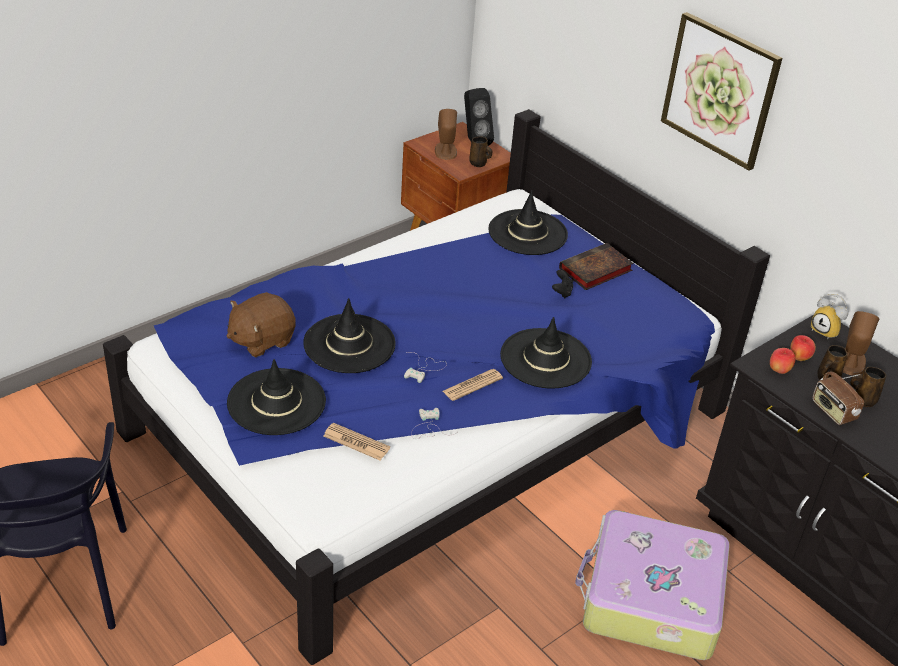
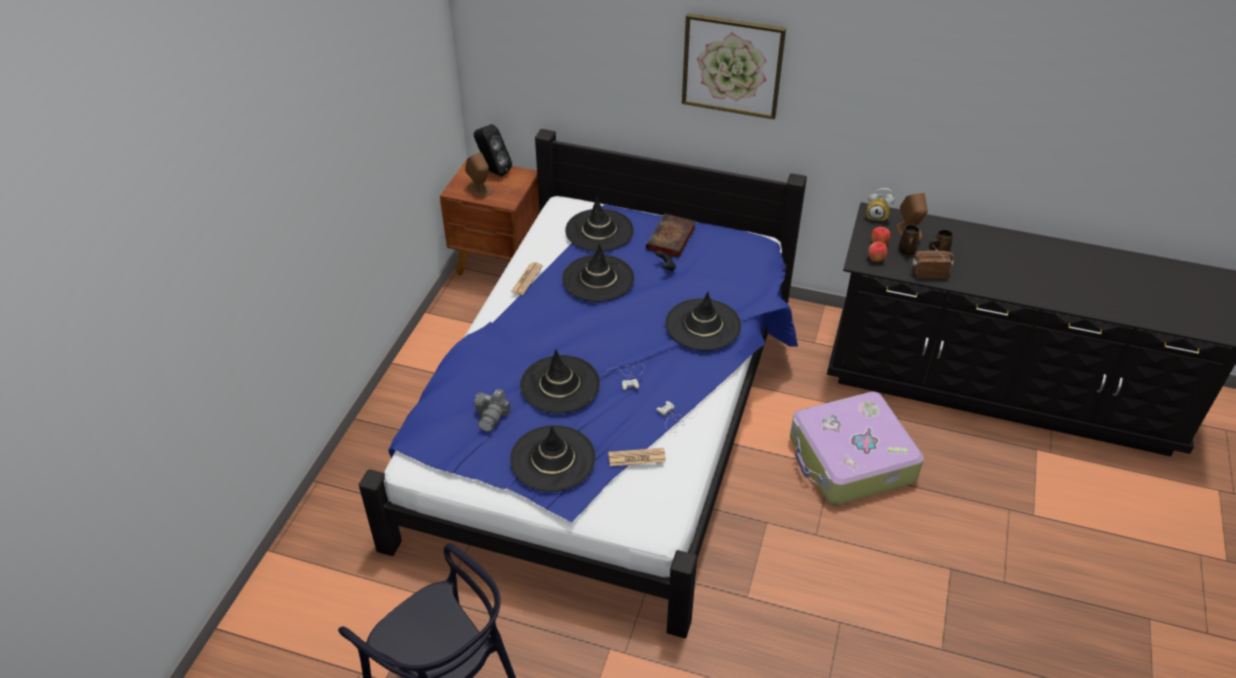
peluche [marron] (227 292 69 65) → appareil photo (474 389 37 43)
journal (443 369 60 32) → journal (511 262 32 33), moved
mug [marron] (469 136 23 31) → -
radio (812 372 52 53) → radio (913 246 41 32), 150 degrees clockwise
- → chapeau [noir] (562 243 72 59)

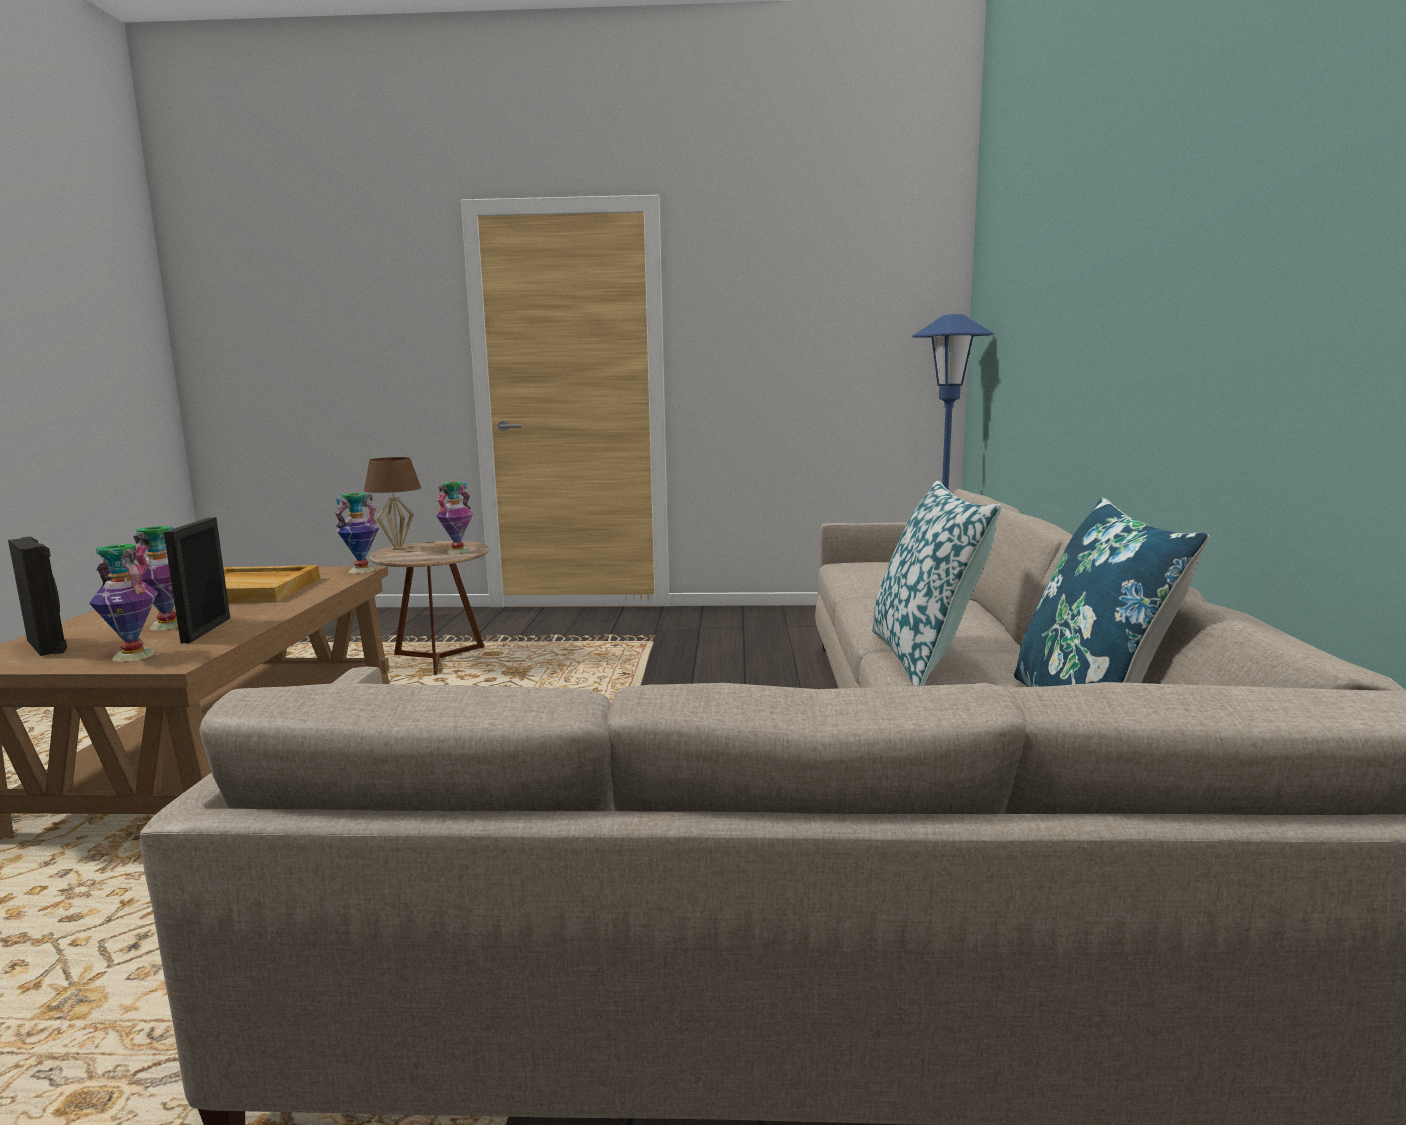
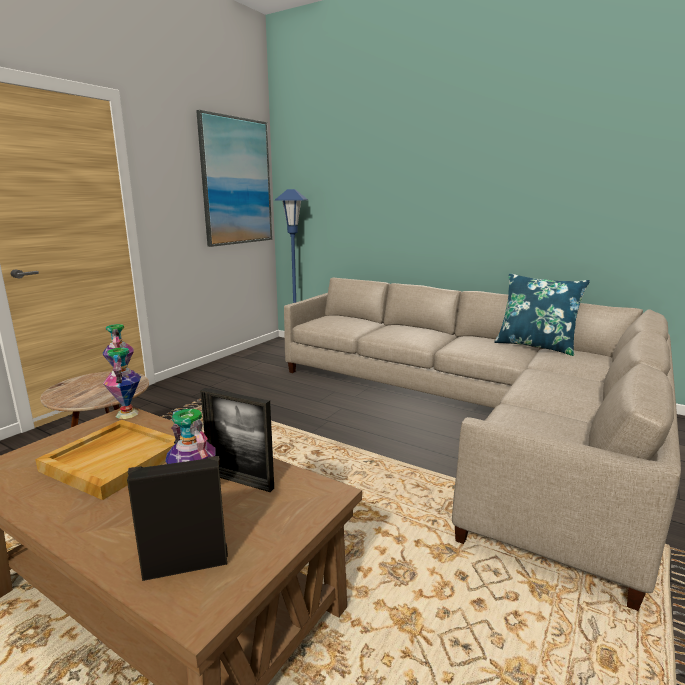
vase (89 544 68 118) → -
lampe de table [marron] (364 457 57 93) → -
coussin (872 481 129 205) → -
- → tableau (196 110 76 137)

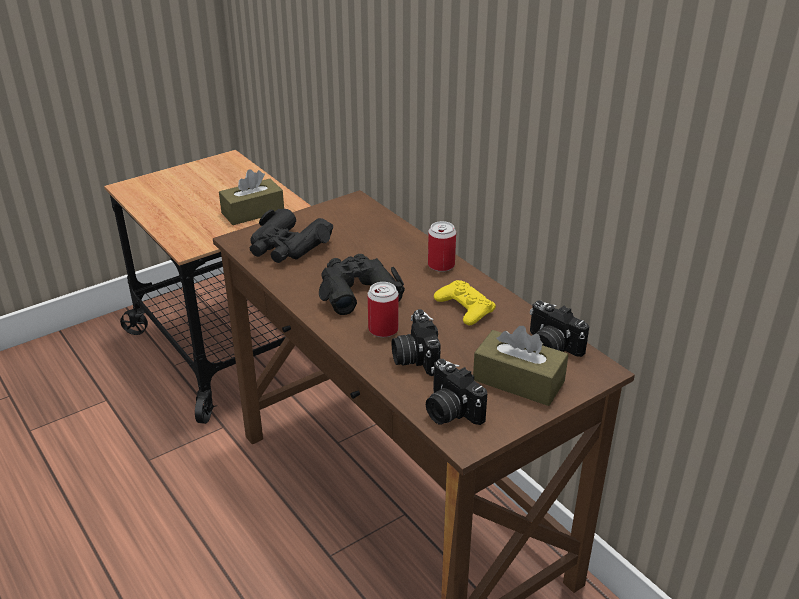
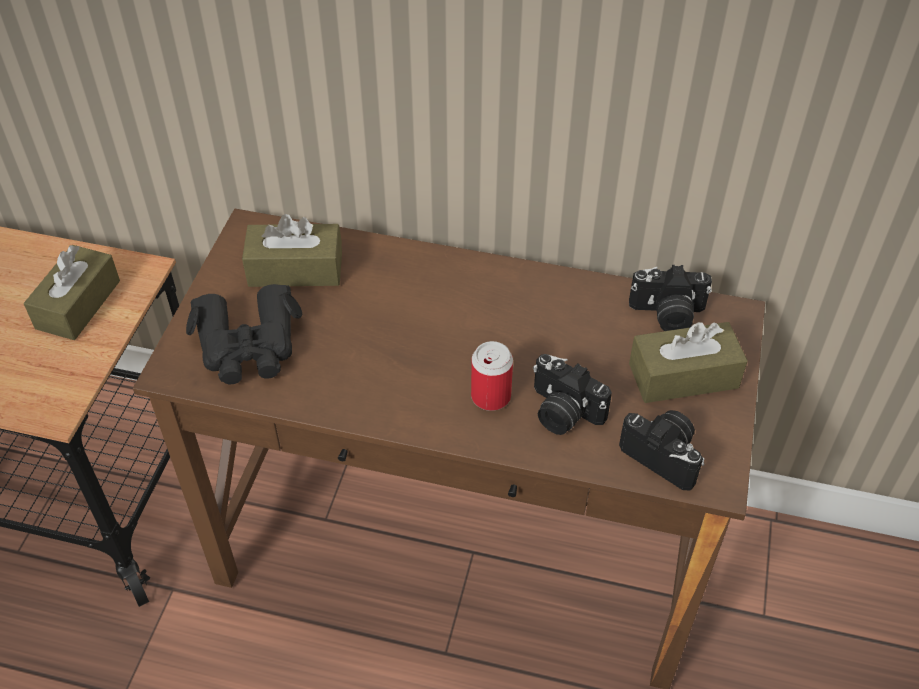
jumelles [noir] (319 254 86 61) → -
appareil photo (426 359 61 66) → appareil photo (619 410 86 81), 150 degrees counterclockwise
boîte métallique (428 221 28 51) → -
manette [jaune] (434 280 62 45) → -
- → boîte à mouchoirs [marron] (242 214 100 73)

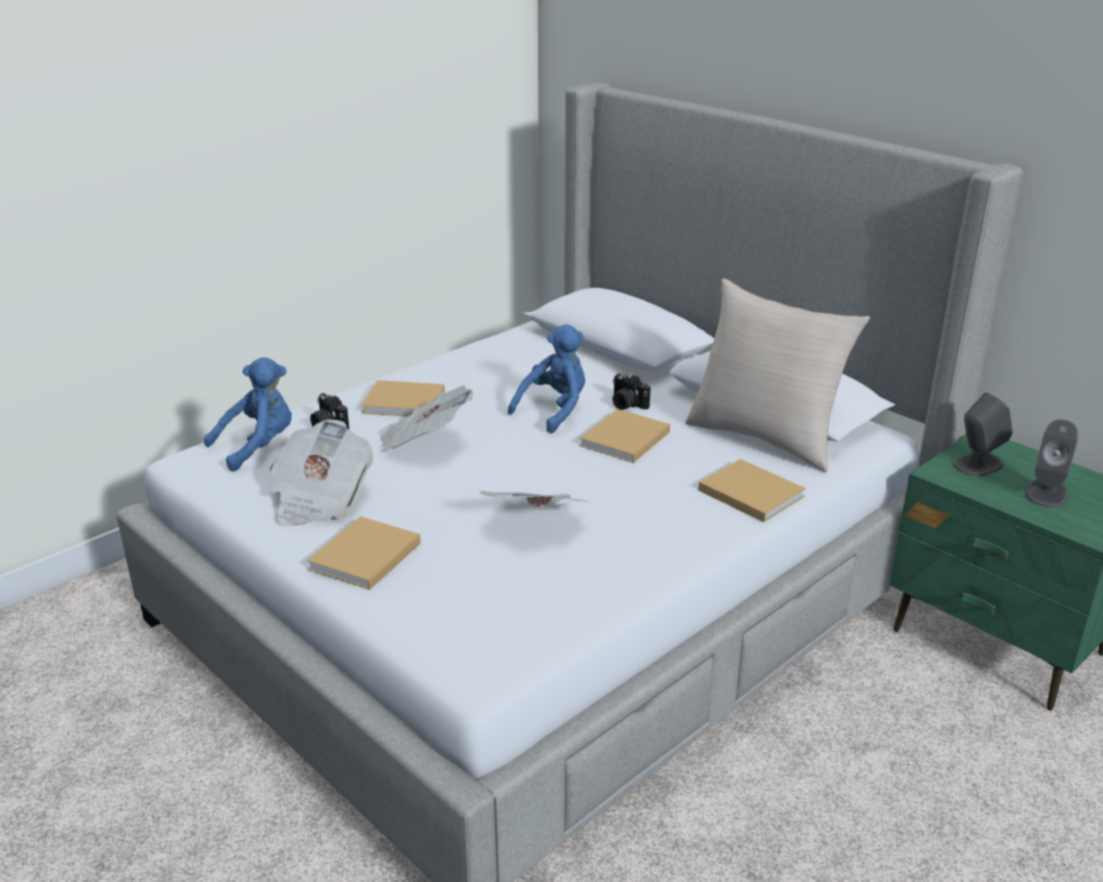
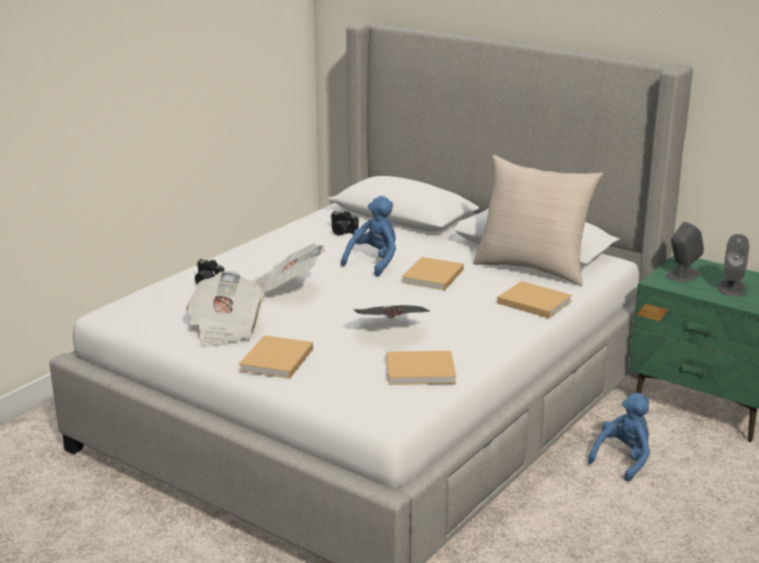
peluche [bleu] (204 357 88 115) → peluche [bleu] (588 393 62 89), moved
livre [beige] (361 380 84 37) → livre [beige] (387 351 69 34), moved
appareil photo (612 373 39 37) → appareil photo (330 211 29 25), moved

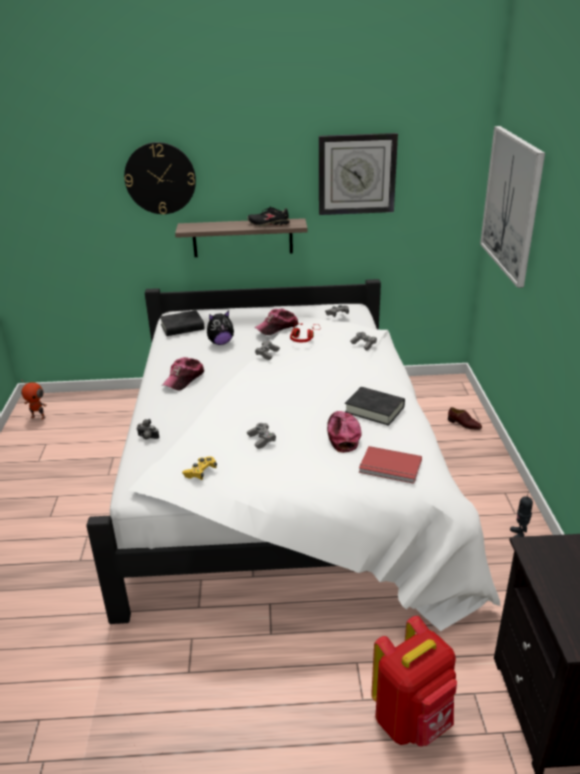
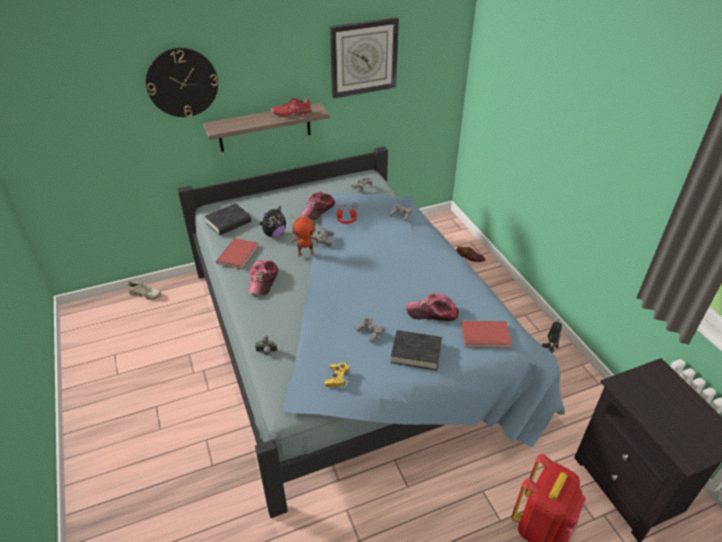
robot jouet (21 380 26 40) → robot jouet (291 216 27 40), moved
lit [blanc] (86 279 414 352) → lit [bleu] (177 146 388 372)
chaussure [noir] (247 207 43 19) → chaussure [rouge] (271 98 41 20)
casquette (327 411 35 42) → casquette (406 294 53 27), 60 degrees counterclockwise
livre [noir] (345 387 60 39) → livre [noir] (391 330 51 41), moved
tableau (480 126 65 162) → -
- → chaussure [beige] (127 278 34 21)
- → livre [rouge] (216 238 43 31)

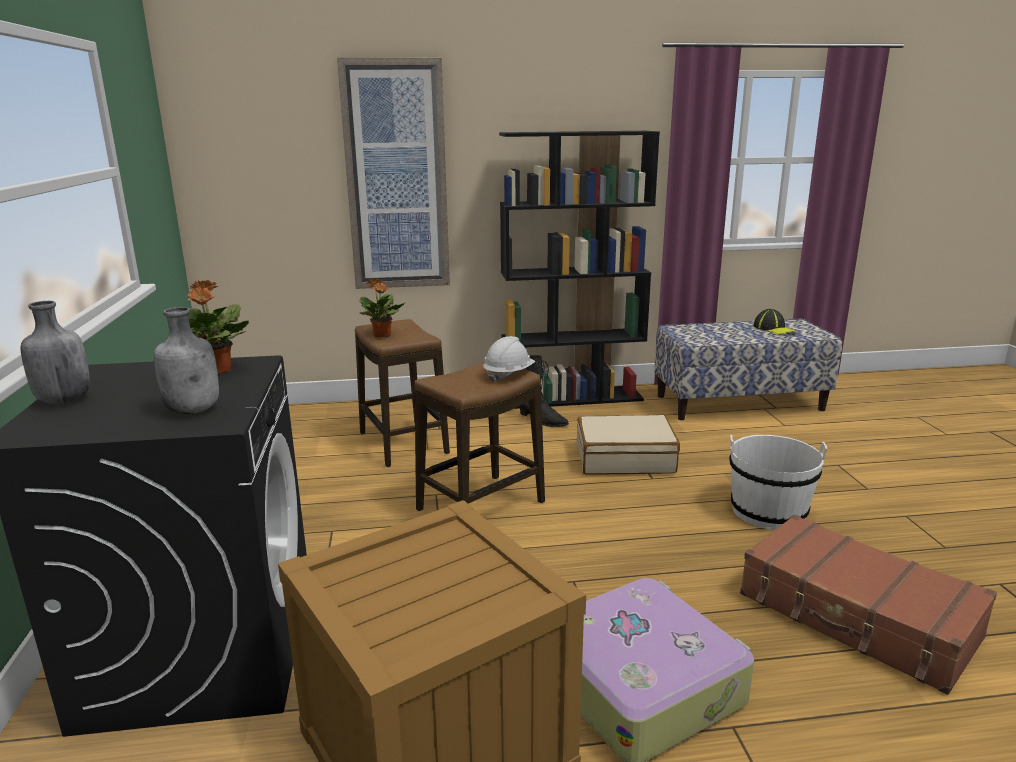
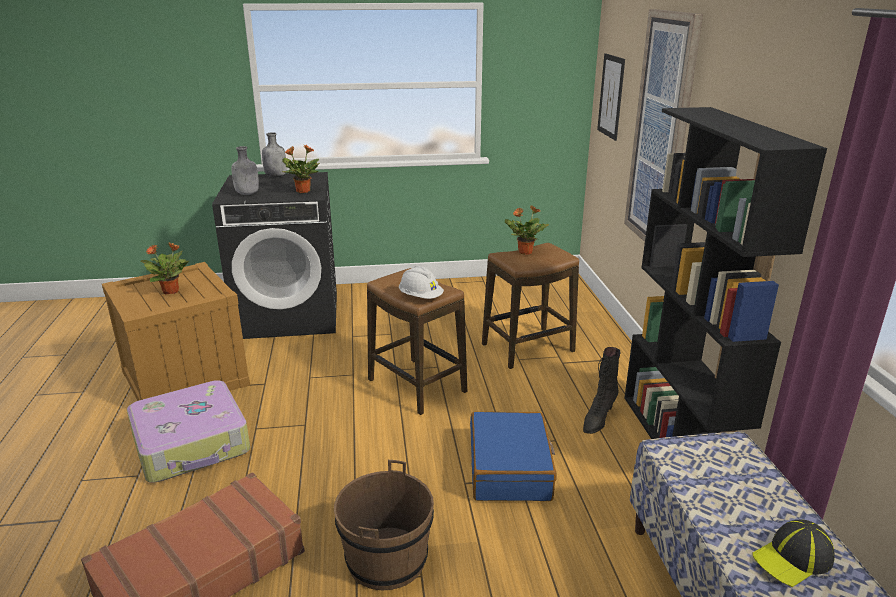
valise [beige] (577 415 103 60) → valise [bleu] (470 412 86 89)
seau [blanc] (729 435 98 95) → seau [marron] (334 460 100 130)
- → plante en pot (140 242 49 53)
- → tableau (597 53 28 88)

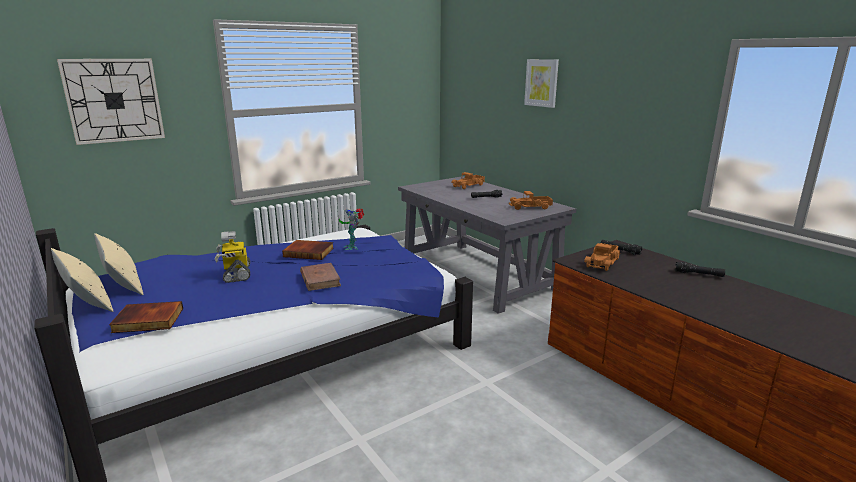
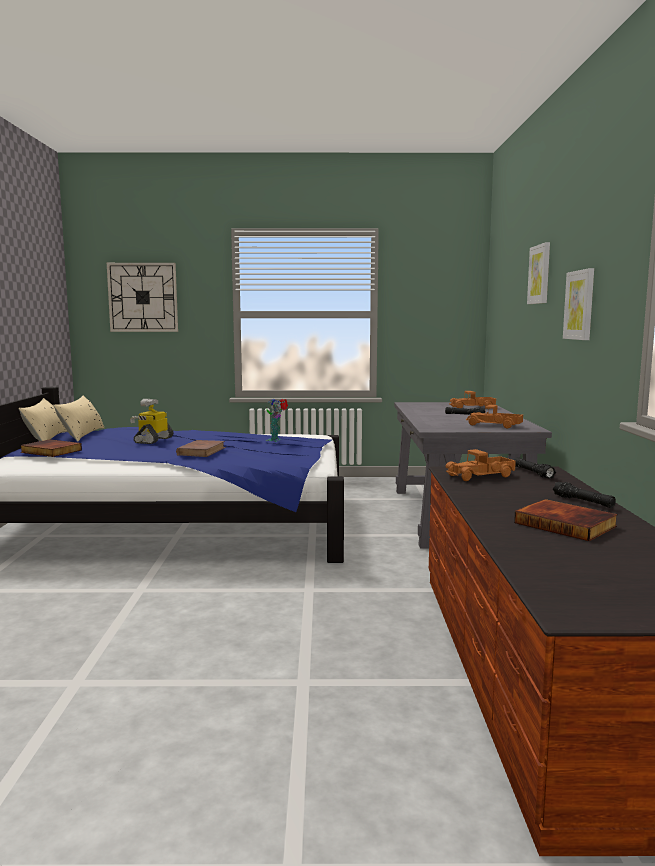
livre (282 240 52 20) → livre (514 499 104 42), moved
- → tableau (563 268 31 72)

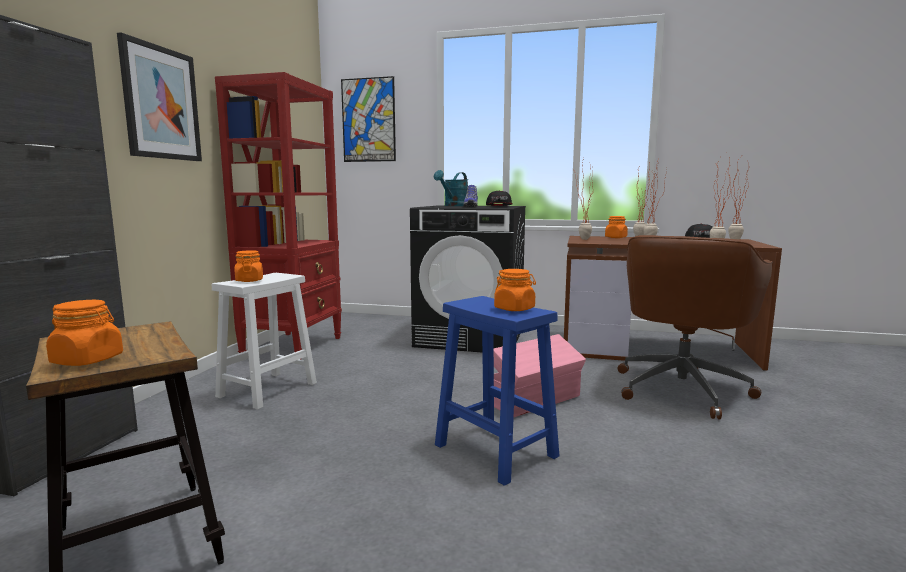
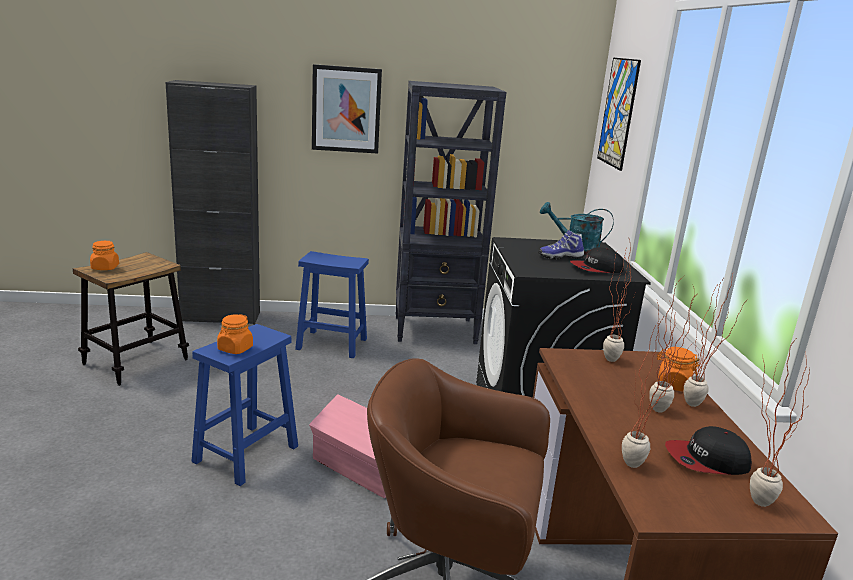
tabouret [blanc] (212 273 105 137) → tabouret [bleu] (295 251 74 107)
bibliothèque [rouge] (215 72 127 288) → bibliothèque [noir] (395 81 111 263)
bocal [orange] (235 250 28 32) → -

